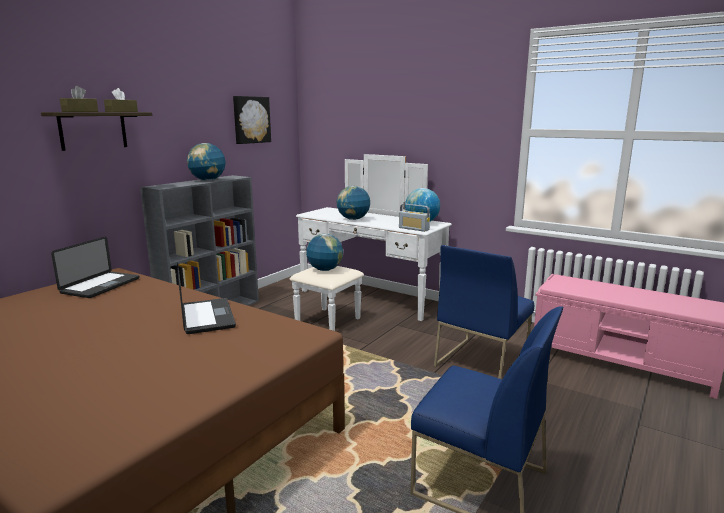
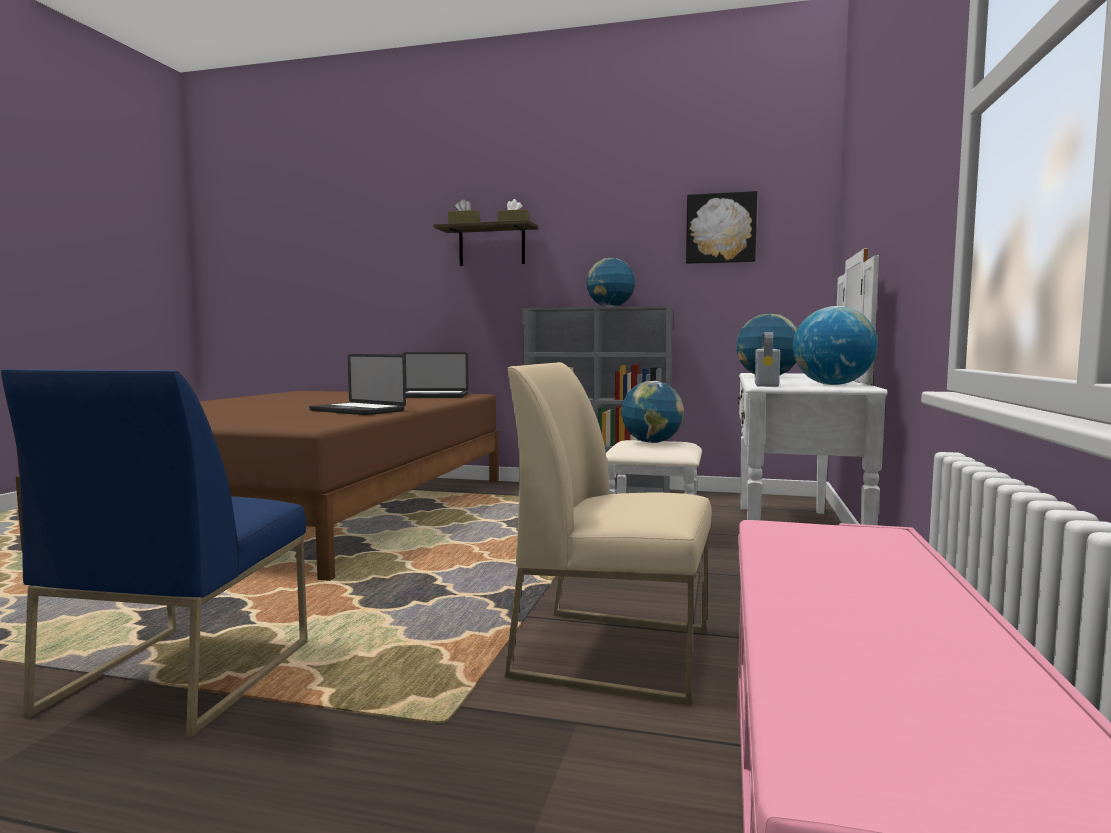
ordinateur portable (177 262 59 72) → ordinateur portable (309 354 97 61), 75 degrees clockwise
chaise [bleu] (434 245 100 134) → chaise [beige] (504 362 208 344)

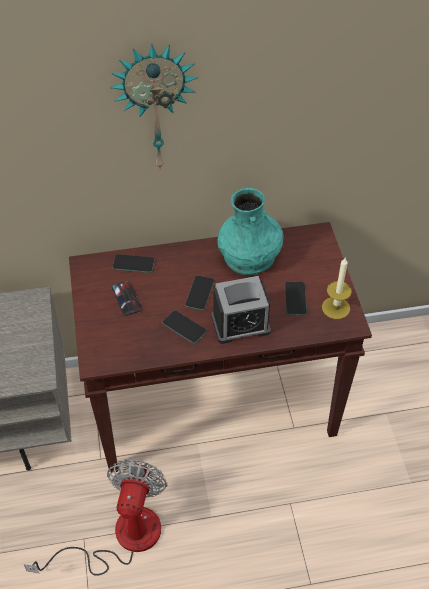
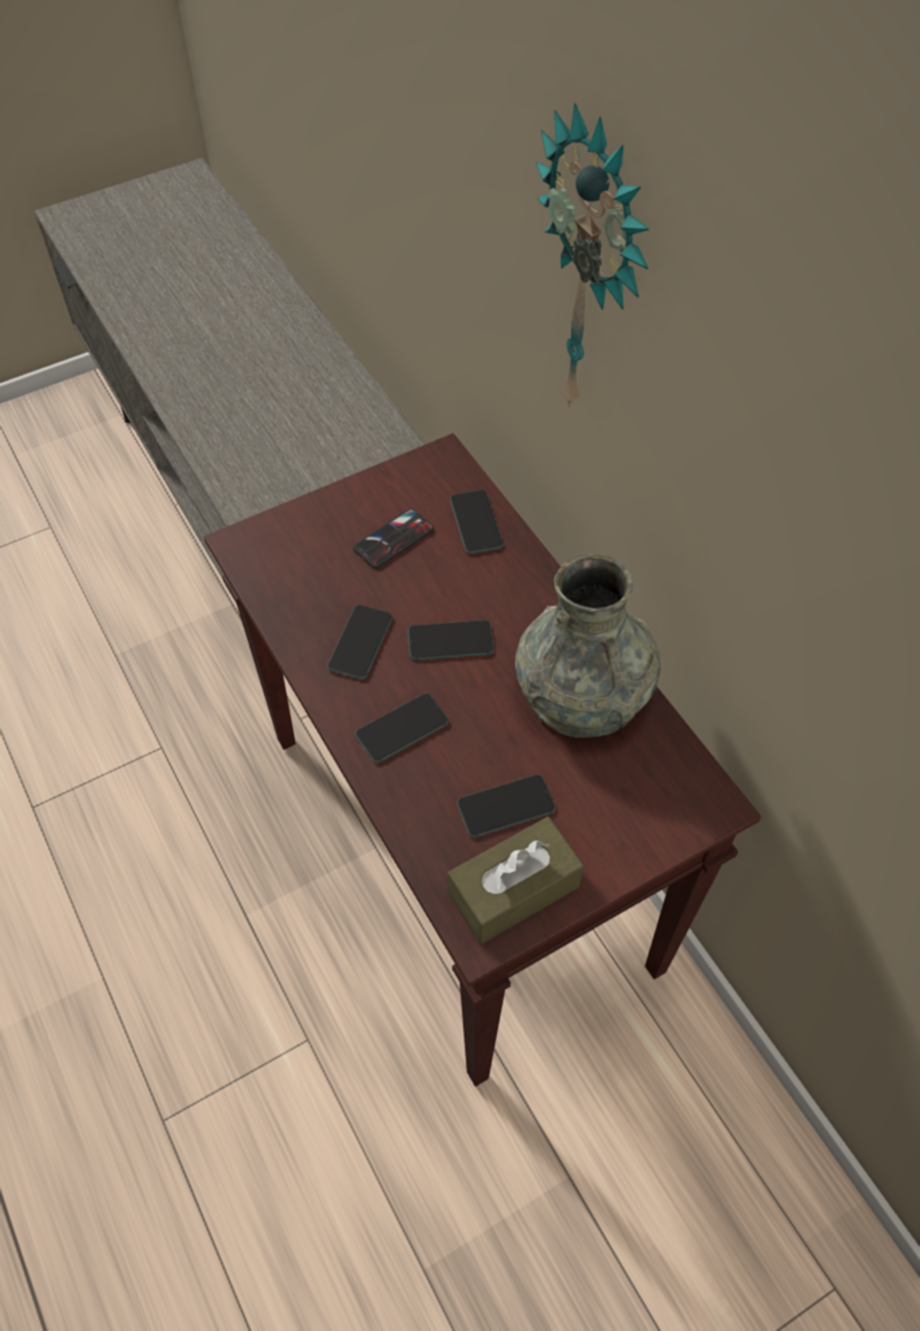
ventilateur (24 460 143 116) → -
réveil (211 276 60 68) → téléphone (355 693 94 70)
vase [turquoise] (217 188 67 87) → vase [gris] (515 554 145 184)
bougie (322 258 30 61) → boîte à mouchoirs [marron] (447 817 137 127)

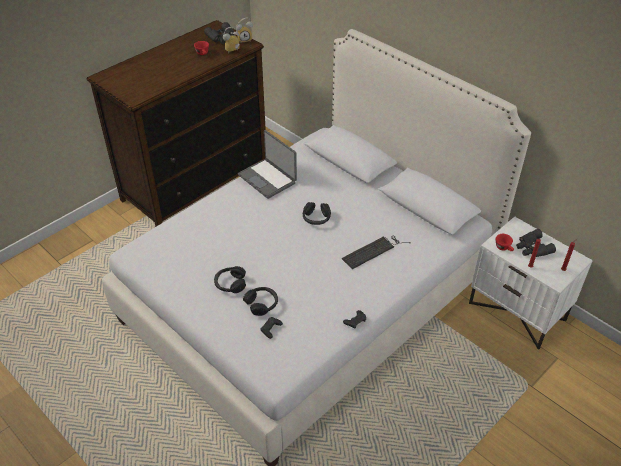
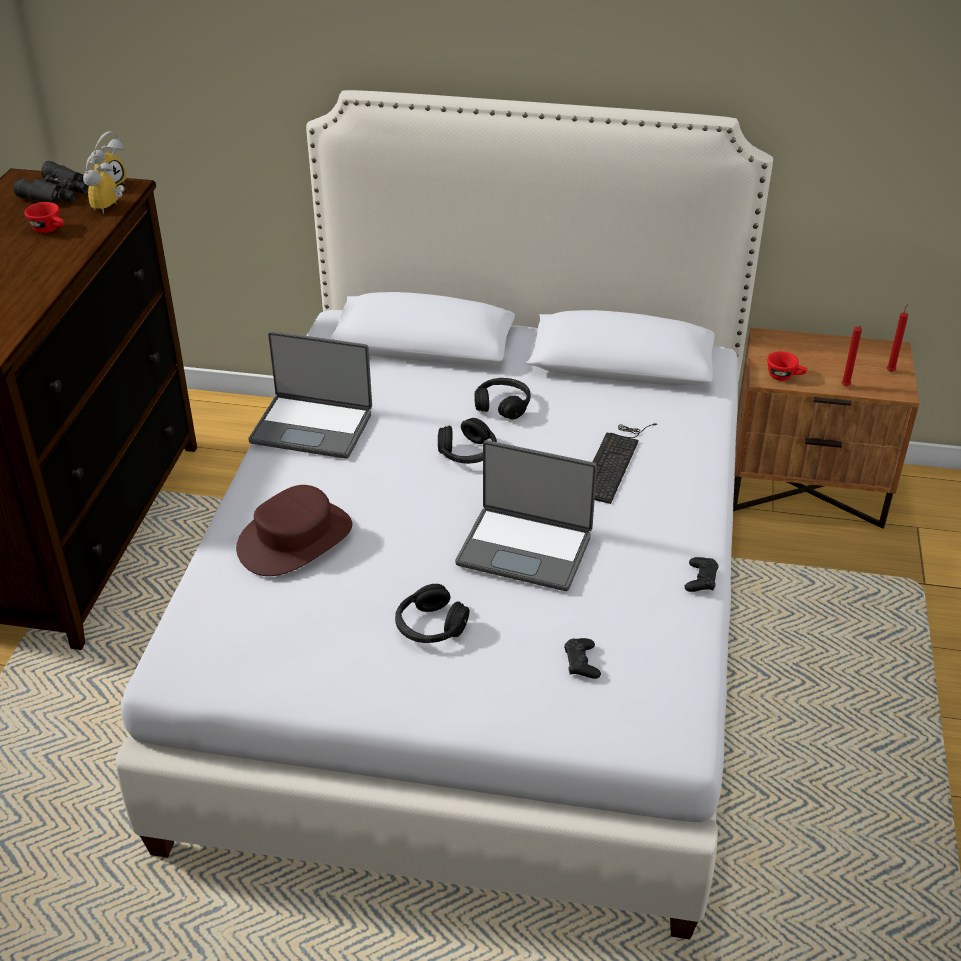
casque audio [noir] (243 287 35 29) → casque audio [noir] (474 378 57 42), moved
table de chevet [blanc] (469 216 124 133) → table de chevet [marron] (733 328 186 201)
jumelles [noir] (516 229 40 28) → -
- → chapeau [marron] (236 485 117 91)
- → ordinateur portable (455 440 142 151)

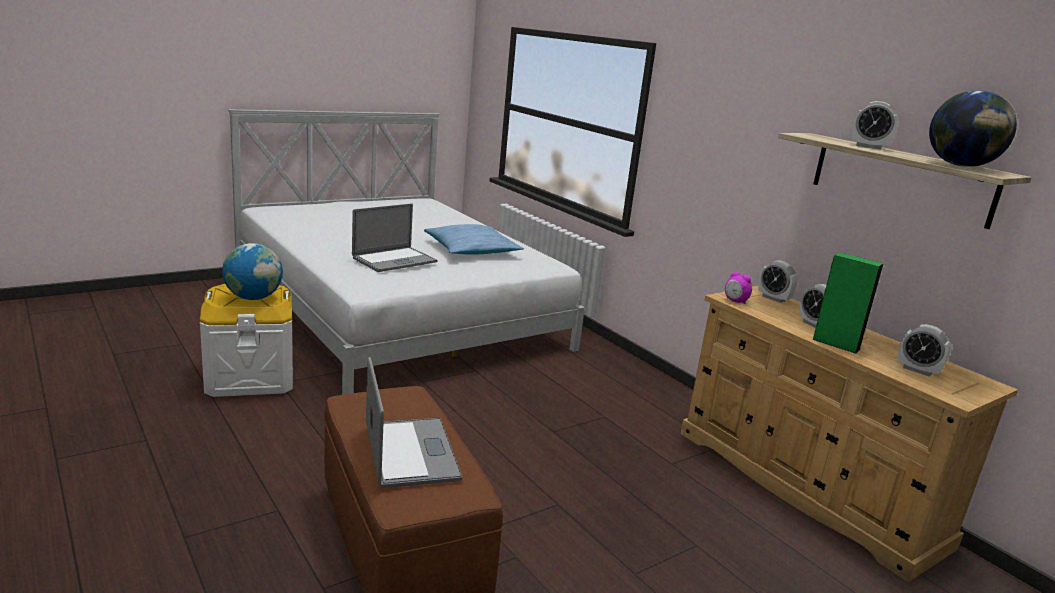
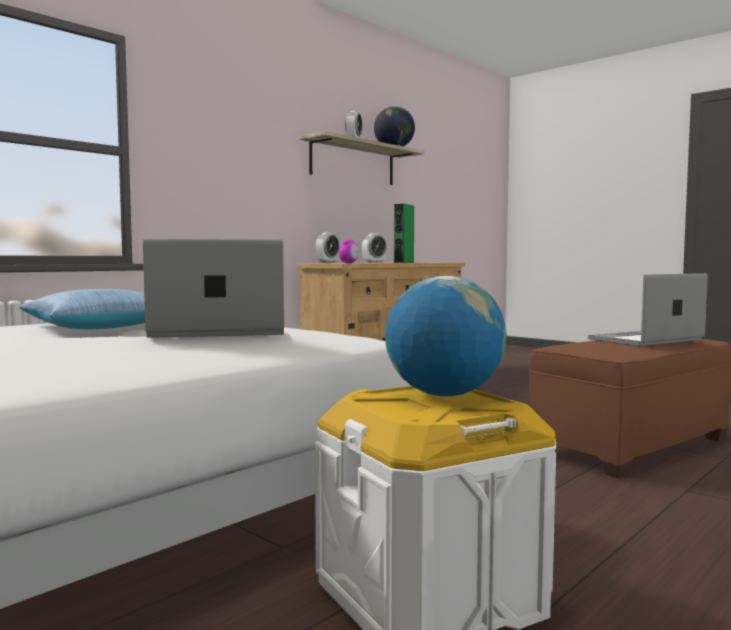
ordinateur portable (352 203 85 69) → ordinateur portable (143 239 141 99), 45 degrees counterclockwise
réveil (897 324 54 53) → -

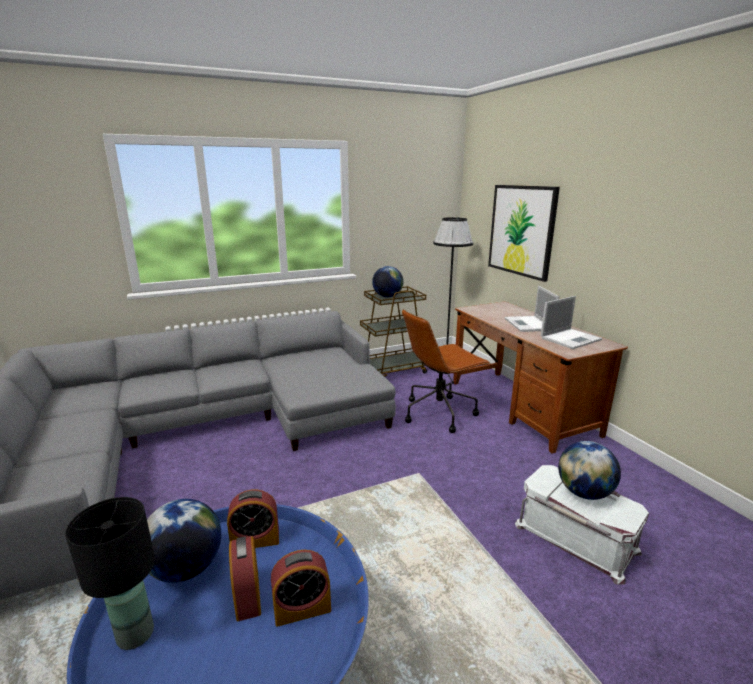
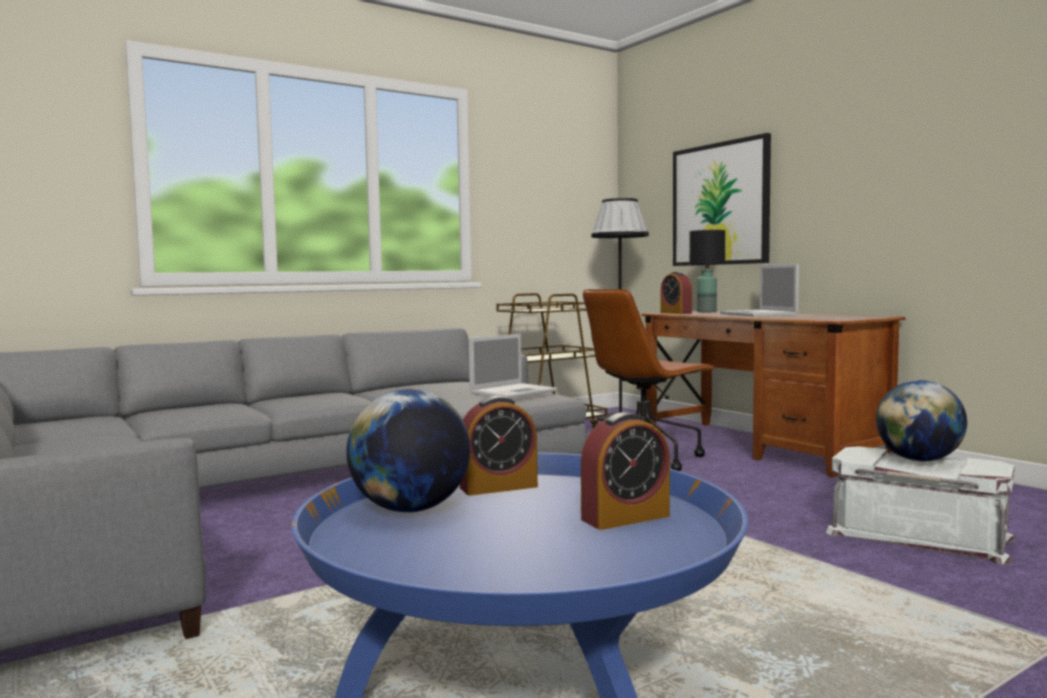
lampe de table [noir] (65 497 90 153) → lampe de table [noir] (689 230 36 82), moved
réveil (229 536 32 85) → réveil (661 272 31 42), moved
globe (372 266 31 31) → -
ordinateur portable (541 296 61 53) → ordinateur portable (469 334 88 65), moved

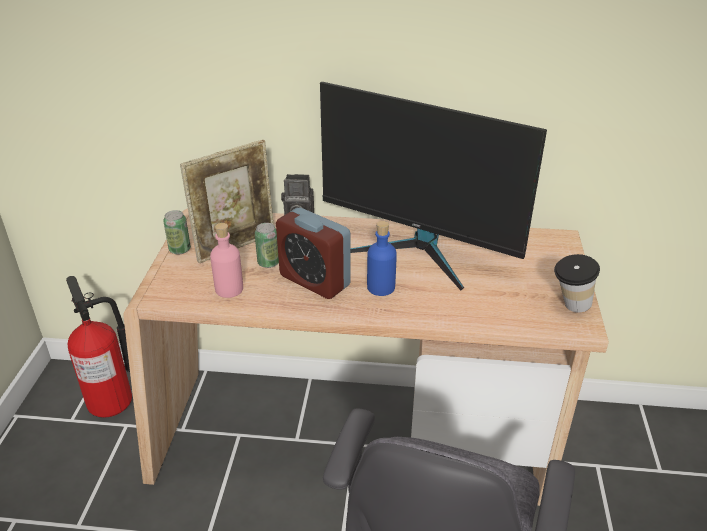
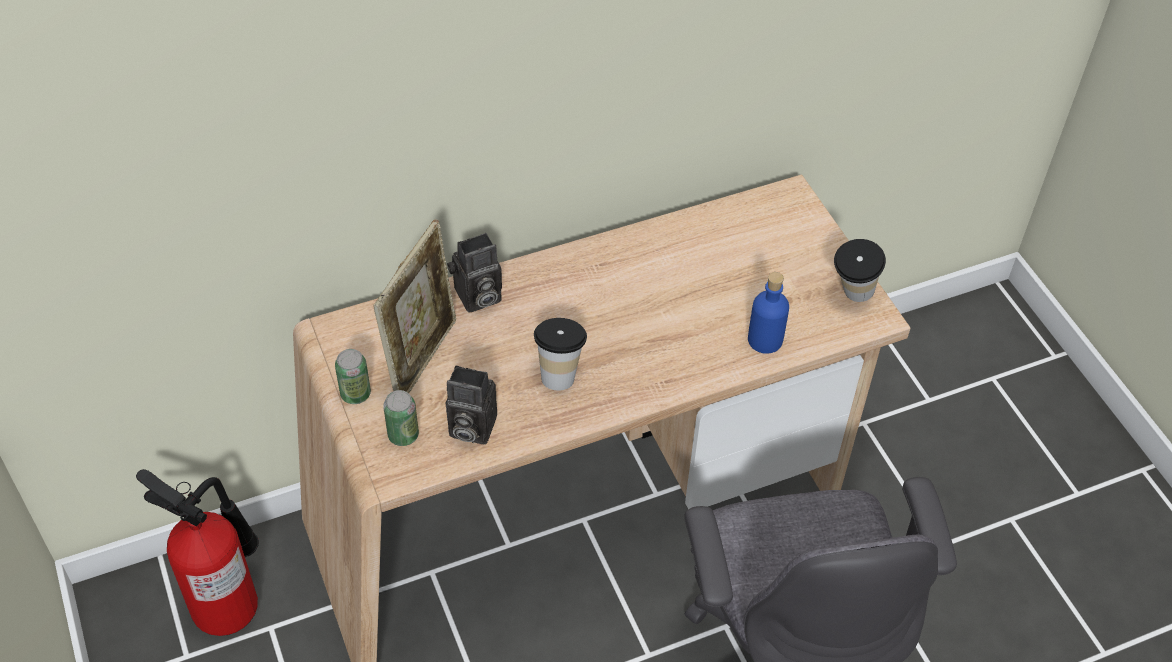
bouteille [rose] (210 223 33 75) → appareil photo (446 365 51 80)
boîte métallique (255 223 24 45) → boîte métallique (383 390 36 56), moved
réveil (276 208 75 91) → tasse (534 318 53 73)
écran d'ordinateur (320 82 227 208) → -
bouteille [bleu] (367 221 30 75) → bouteille [bleu] (748 272 41 82), moved

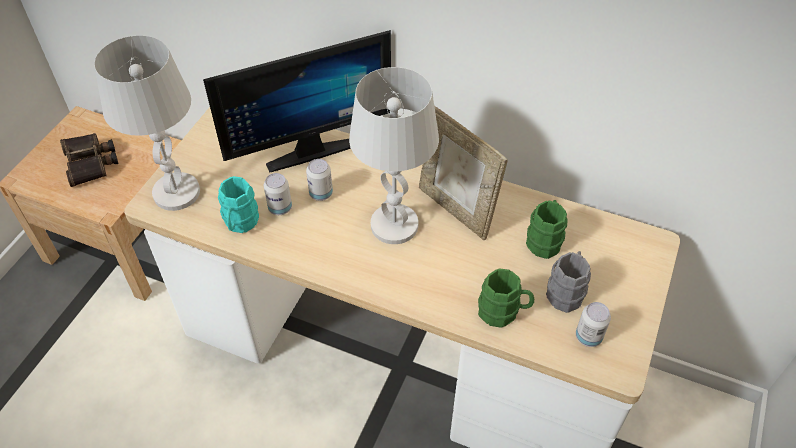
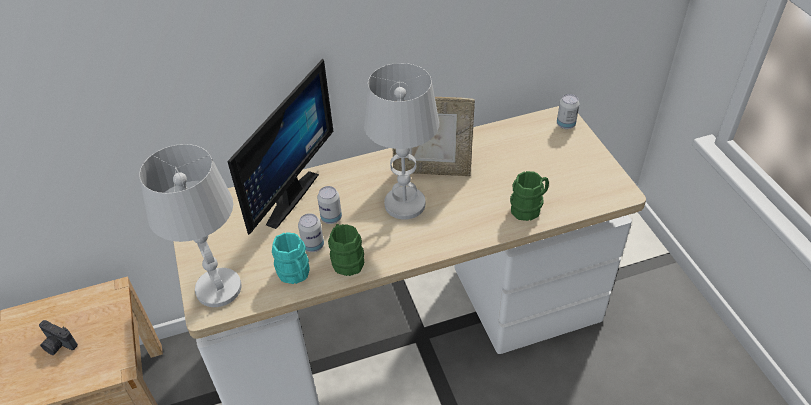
jumelles (60 133 58 54) → appareil photo (39 320 39 35)
mug [vert] (526 200 42 59) → mug [vert] (328 224 36 52), moved
mug [gris] (546 251 45 62) → -
boîte métallique (576 302 35 45) → boîte métallique (557 94 23 35), moved

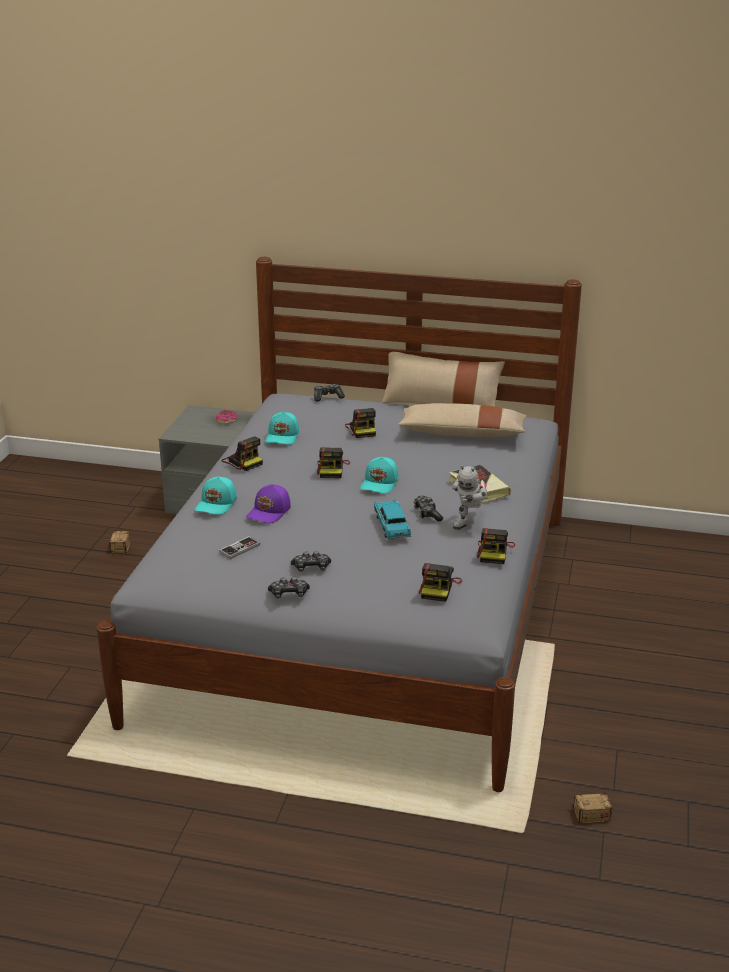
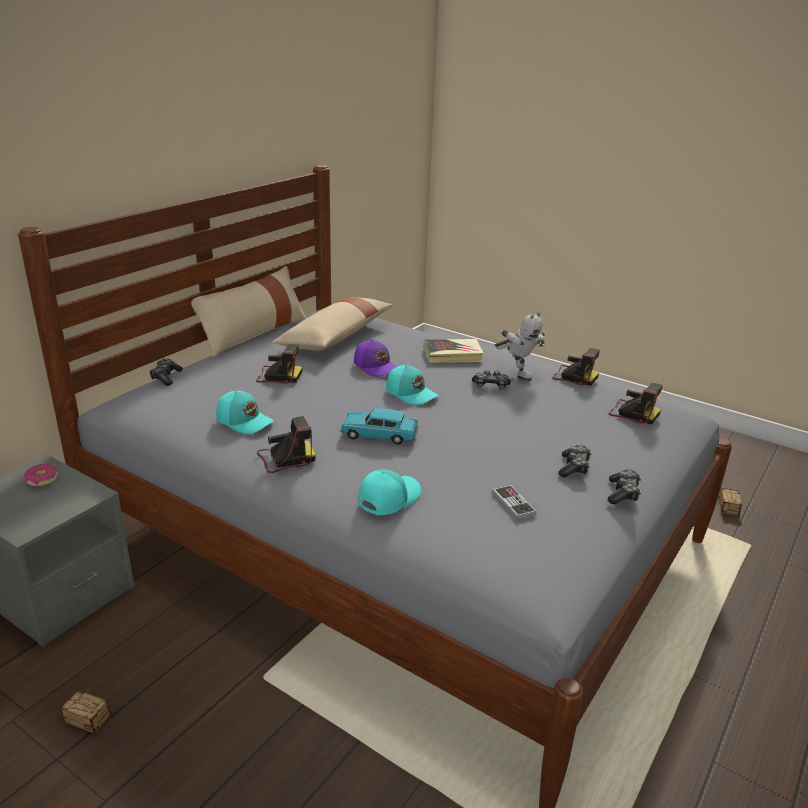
casquette [turquoise] (195 477 42 38) → casquette [turquoise] (358 469 63 46), 90 degrees counterclockwise
casquette [violet] (246 484 45 39) → casquette [violet] (354 339 43 38), moved
appareil photo (317 447 33 31) → -
petite voiture [turquoise] (374 500 37 39) → petite voiture [turquoise] (340 408 79 36), moved

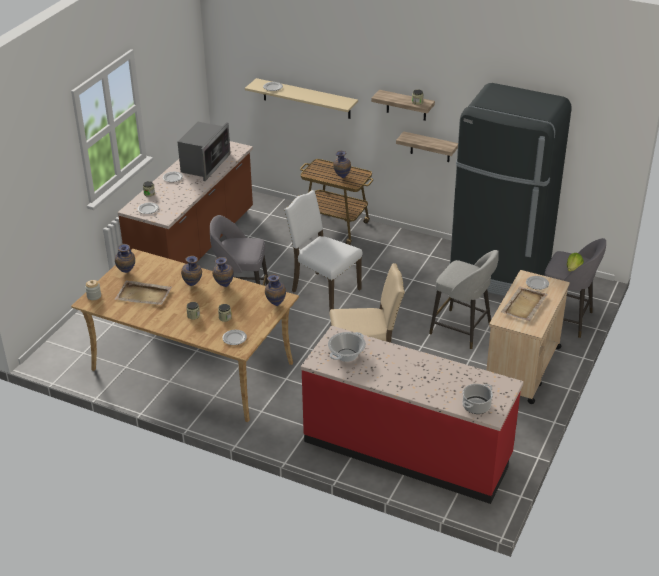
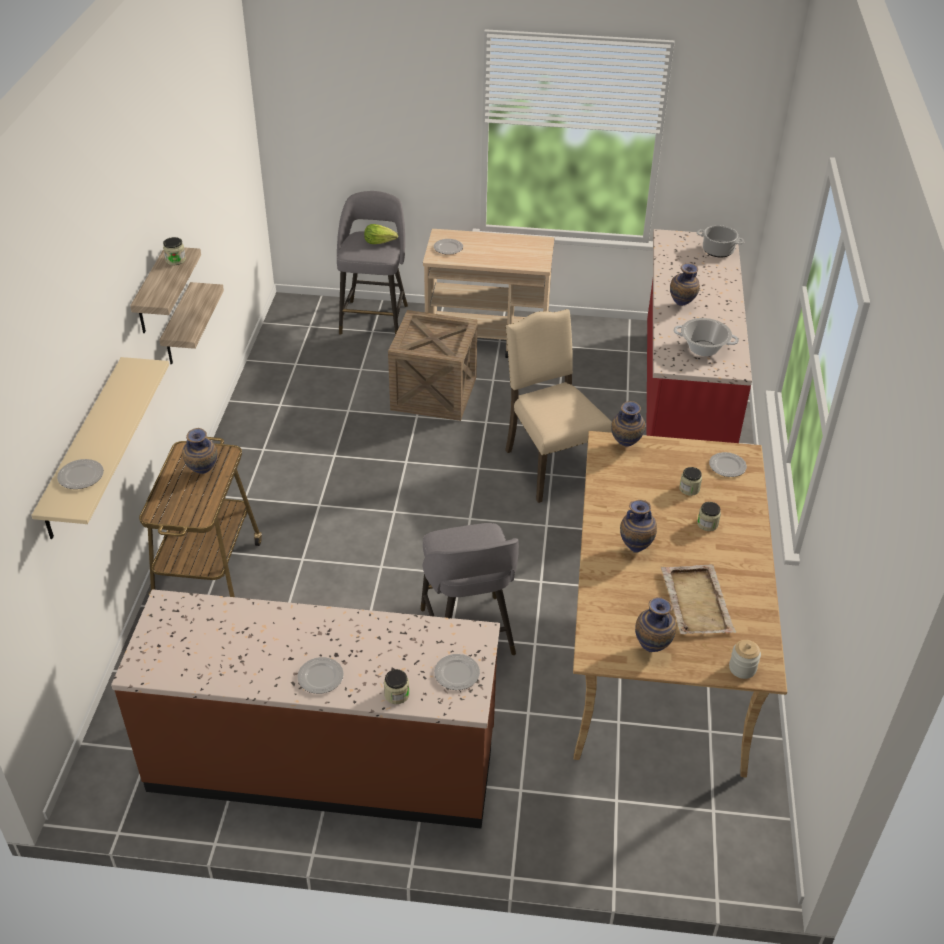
micro-ondes (178 122 53 59) → -
vase (212 257 22 30) → vase (670 263 30 43), moved
chaise [blanc] (284 190 79 120) → -
tabouret [gris] (429 250 70 99) → caisse (388 310 90 111)
réfrigérateur [noir] (449 83 123 213) → -
plateau [beige] (501 286 47 35) → -

